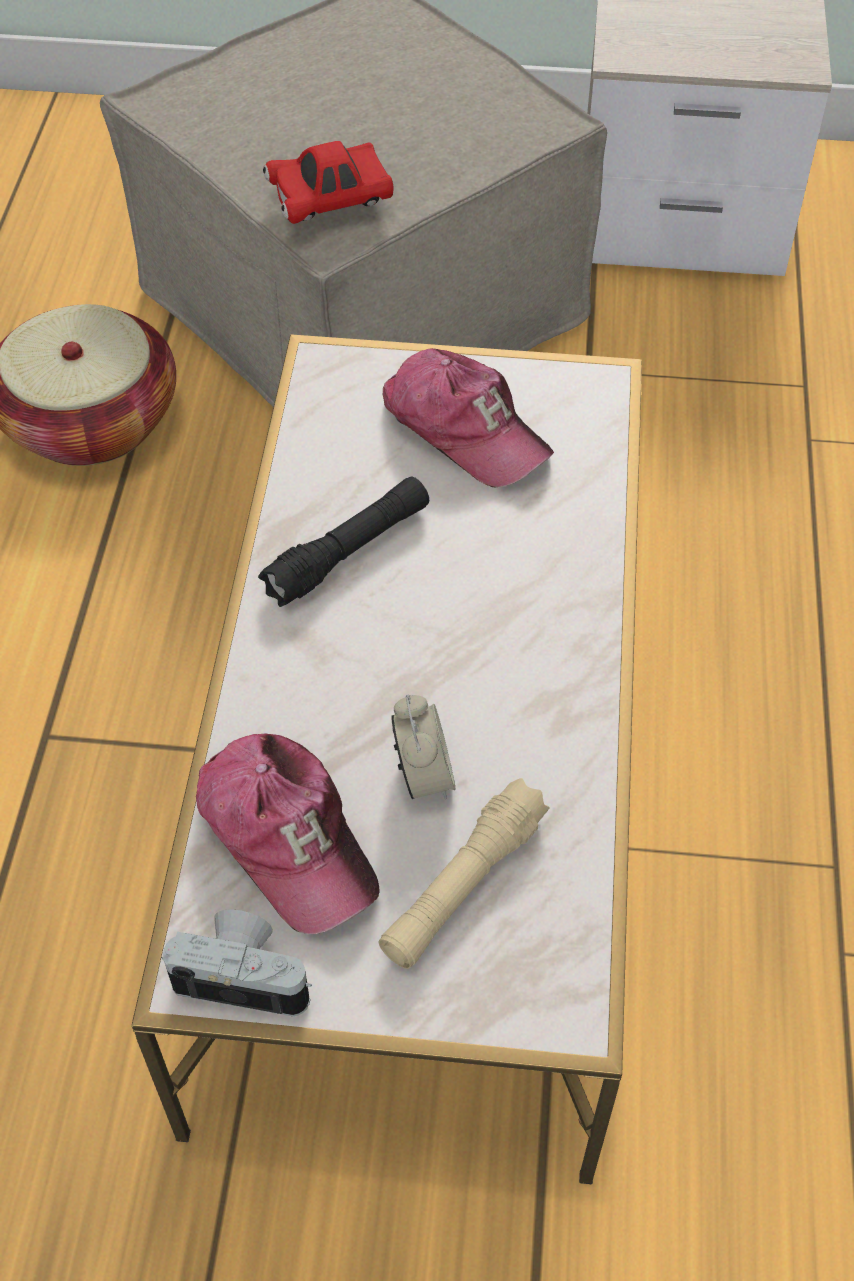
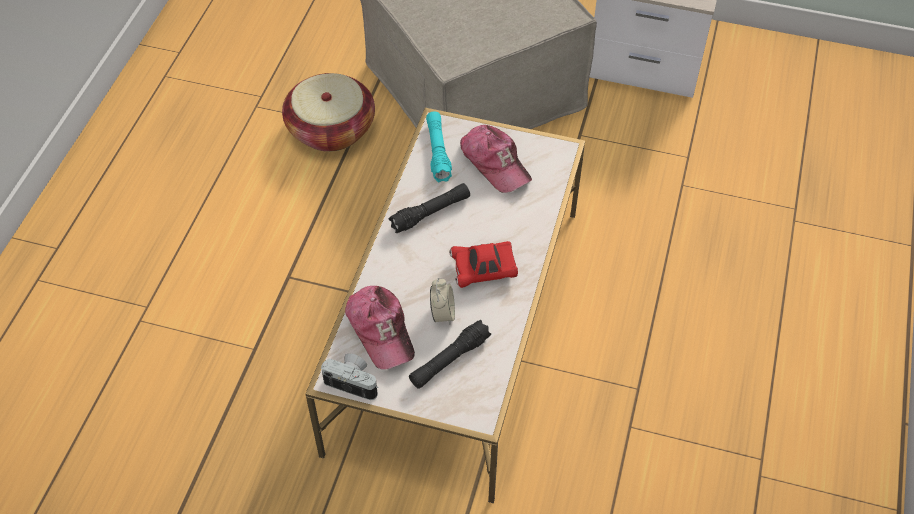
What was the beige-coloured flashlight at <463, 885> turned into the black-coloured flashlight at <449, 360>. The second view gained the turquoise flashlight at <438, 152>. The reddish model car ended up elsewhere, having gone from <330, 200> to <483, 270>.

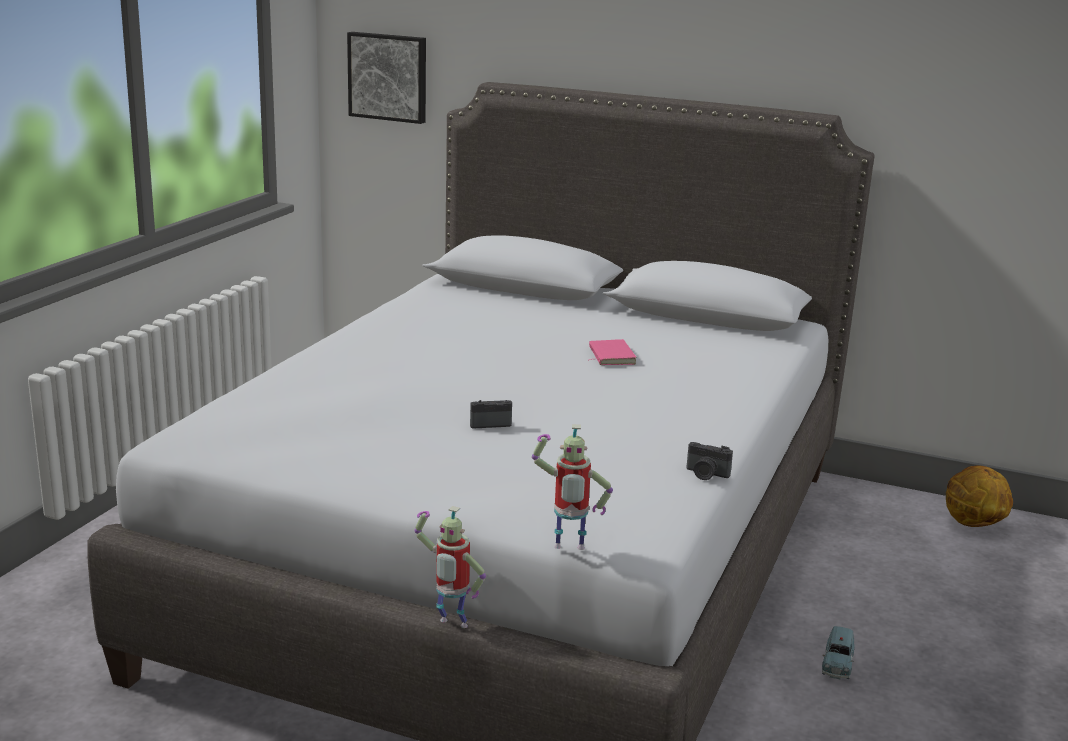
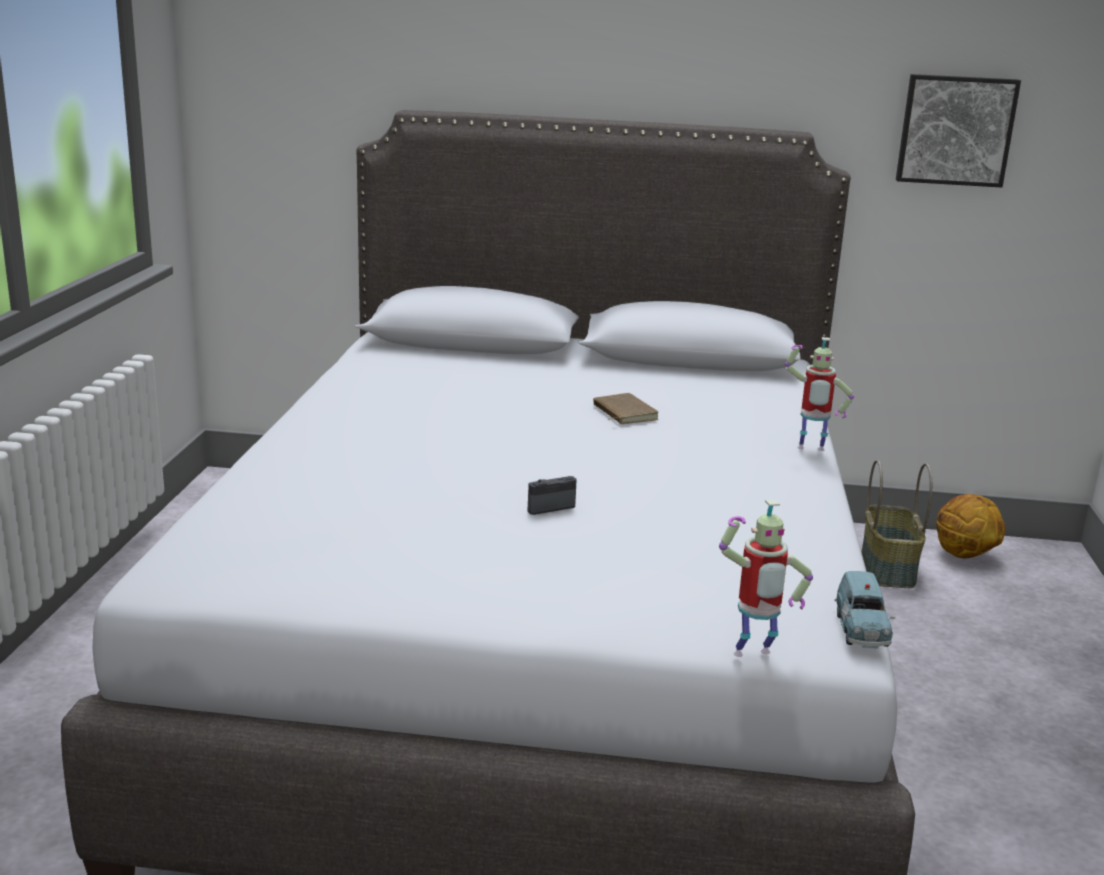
What was the pink bound book at <609, 356> turned into the brownish bound book at <622, 413>. The model robot ended up elsewhere, having gone from <450, 625> to <810, 450>. The bluish model car ended up elsewhere, having gone from <837, 666> to <861, 630>. The second view gained the basket at <889, 569>. The wall art ended up elsewhere, having gone from <388, 77> to <955, 130>. The second view lost the photo camera at <706, 474>.

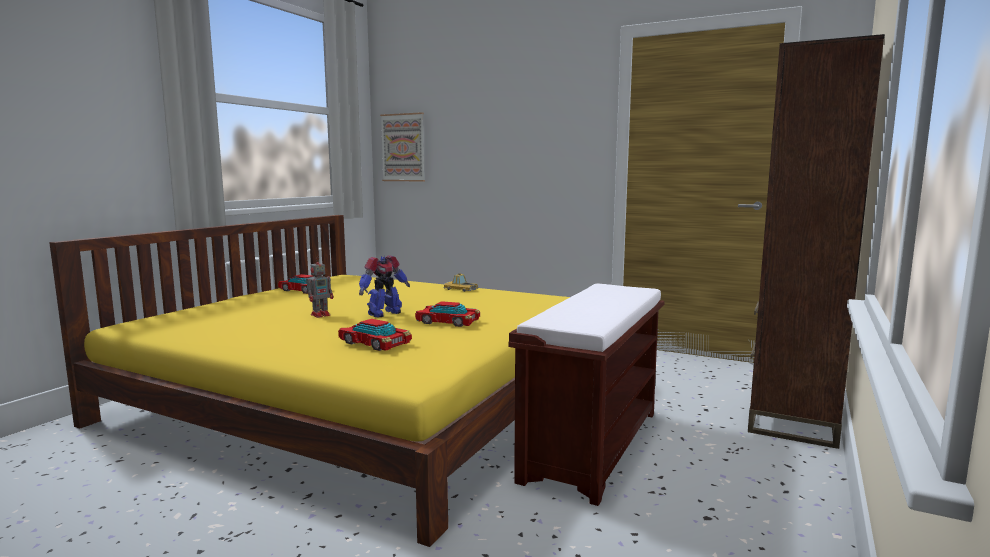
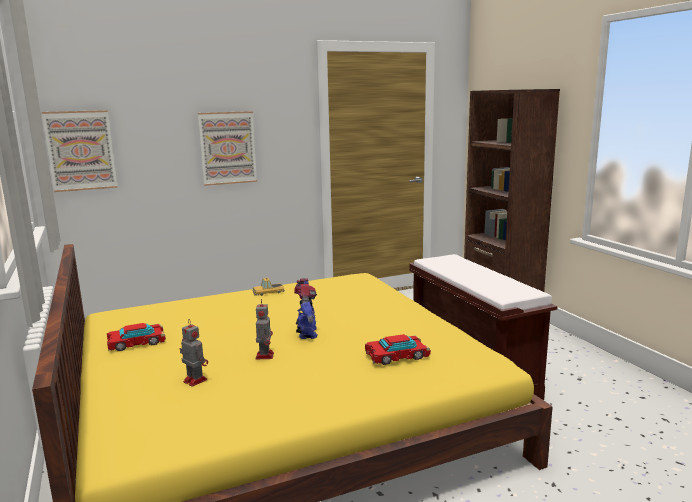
The second view gained the model robot at <194, 380>. The second view gained the wall art at <228, 148>. The second view lost the model car at <448, 321>.

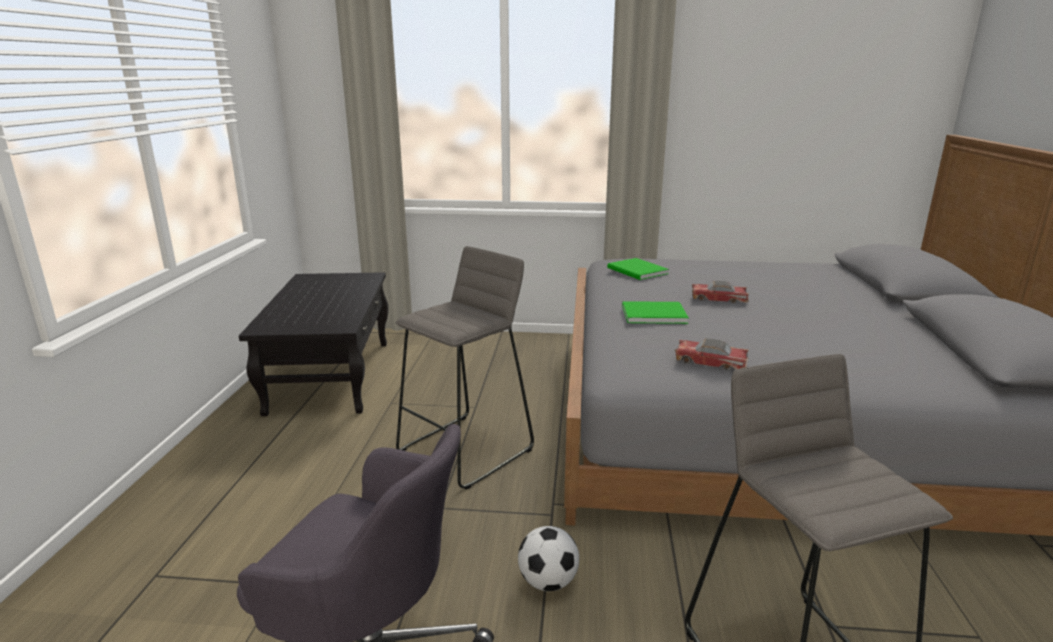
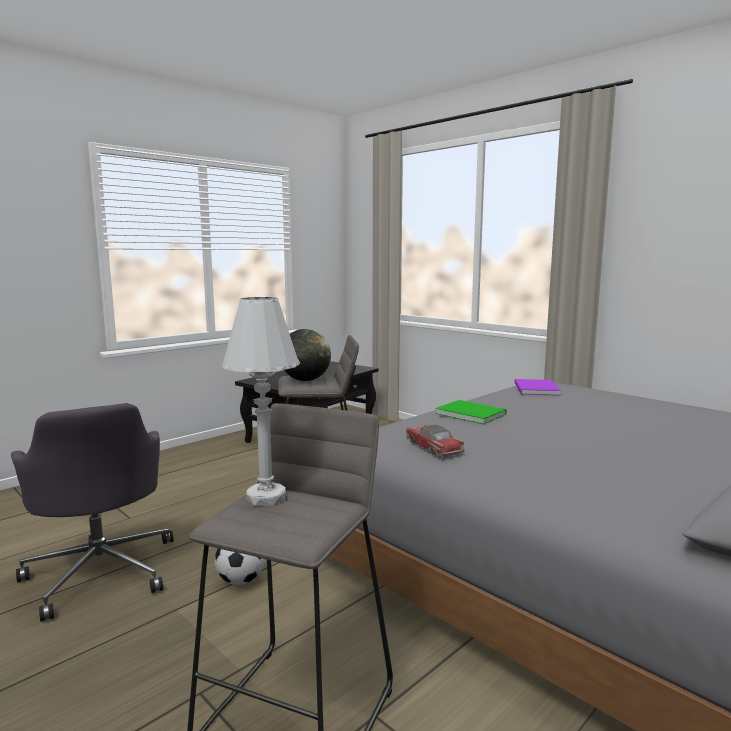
The second view gained the white table lamp at <266, 497>. The second view gained the desk globe at <305, 380>. What was the greenish bound book at <637, 271> turned into the purple bound book at <535, 389>. The second view lost the model car at <718, 299>.

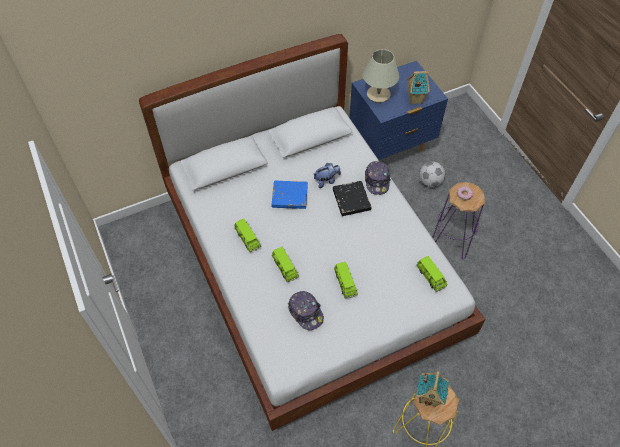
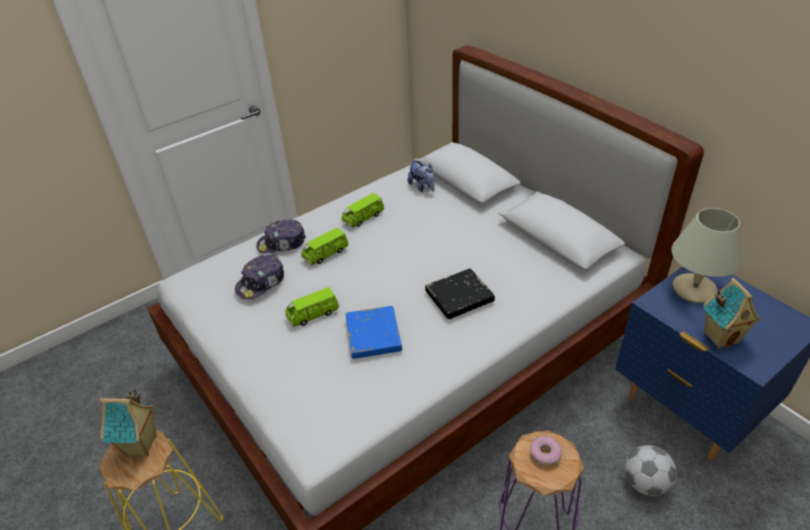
The baseball cap ended up elsewhere, having gone from <377, 181> to <282, 243>. The bluish bound book ended up elsewhere, having gone from <289, 196> to <373, 335>. The soft toy ended up elsewhere, having gone from <326, 181> to <422, 187>. The second view lost the greenish model car at <431, 277>.

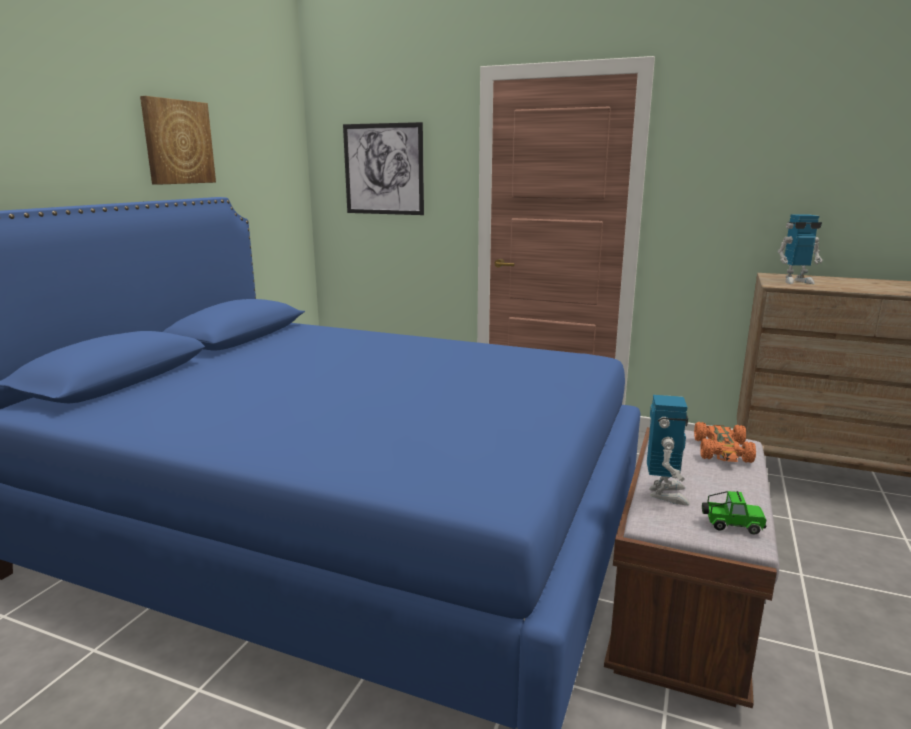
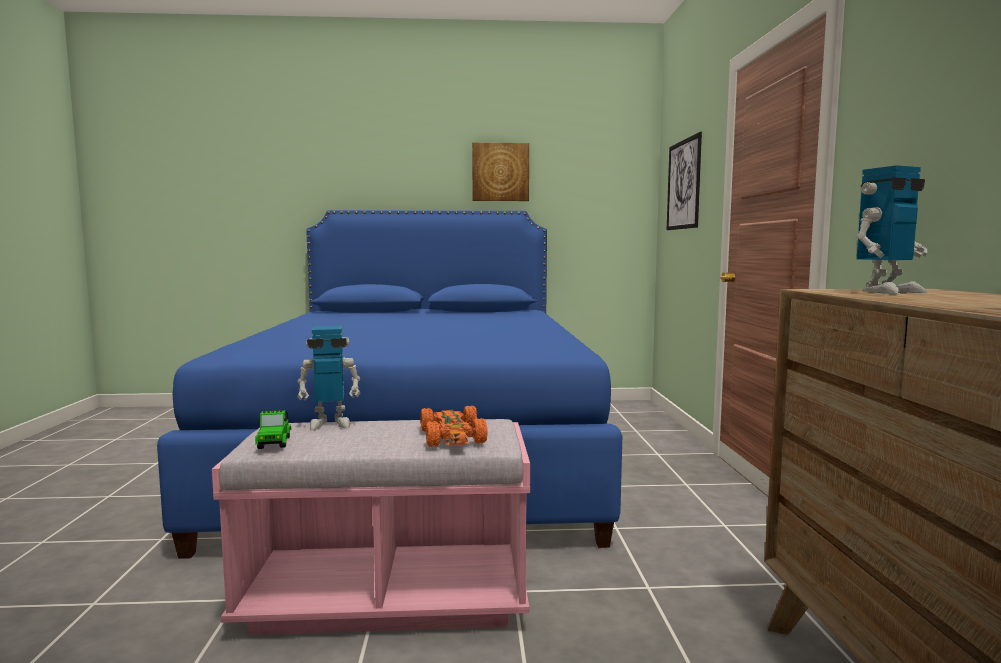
What was the brownish long seat at <680, 612> turned into the pink long seat at <387, 597>. The orangey model car at <723, 451> ended up facing another way, 90 degrees counterclockwise from before. The model robot at <795, 281> ended up facing another way, 90 degrees counterclockwise from before.

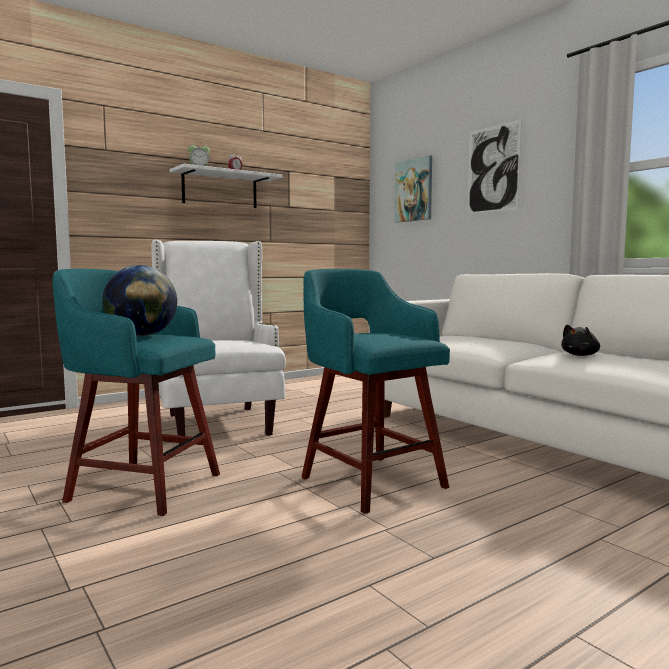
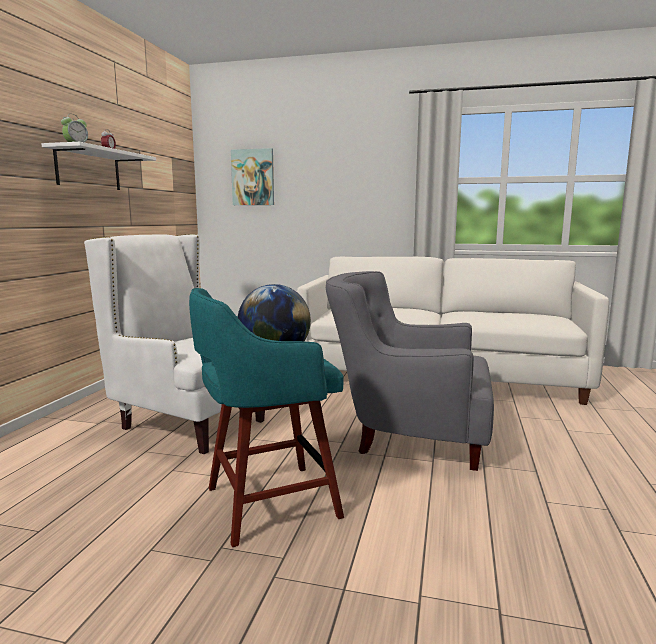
Where the turquoise sitting stool stood at <370, 481>, the grey lounge chair came to stand at <408, 435>. The second view lost the wall art at <493, 169>. The second view lost the black-coloured soft toy at <581, 355>.

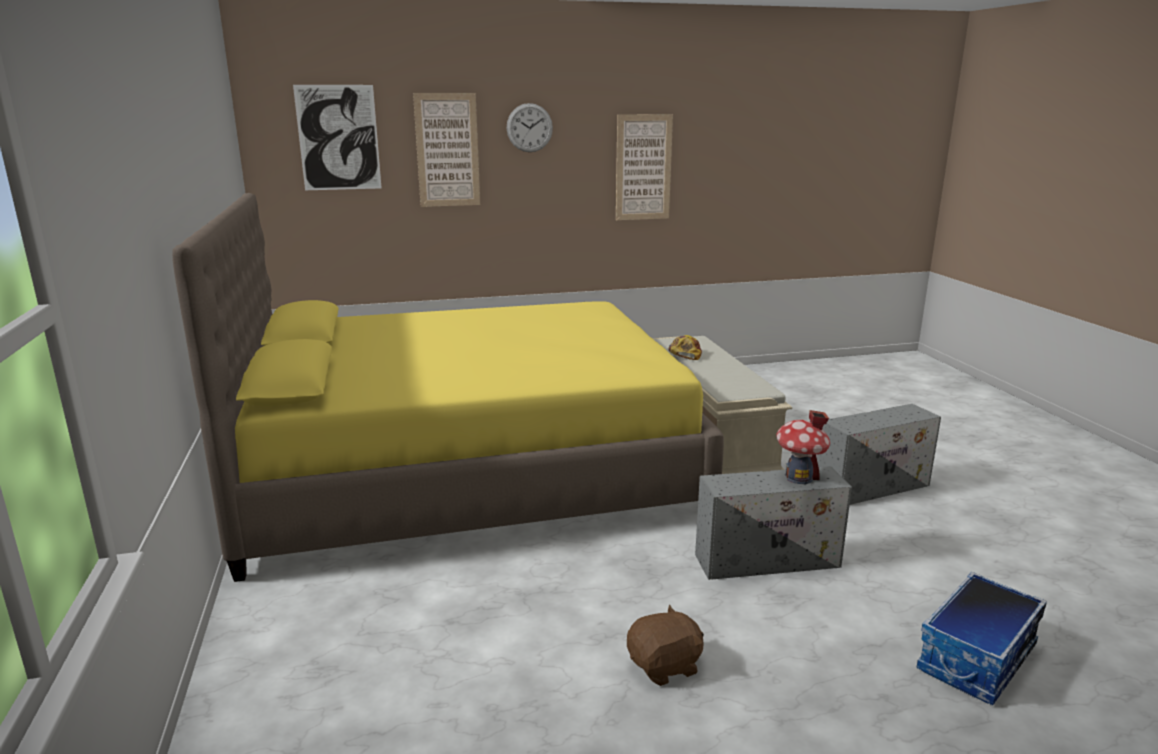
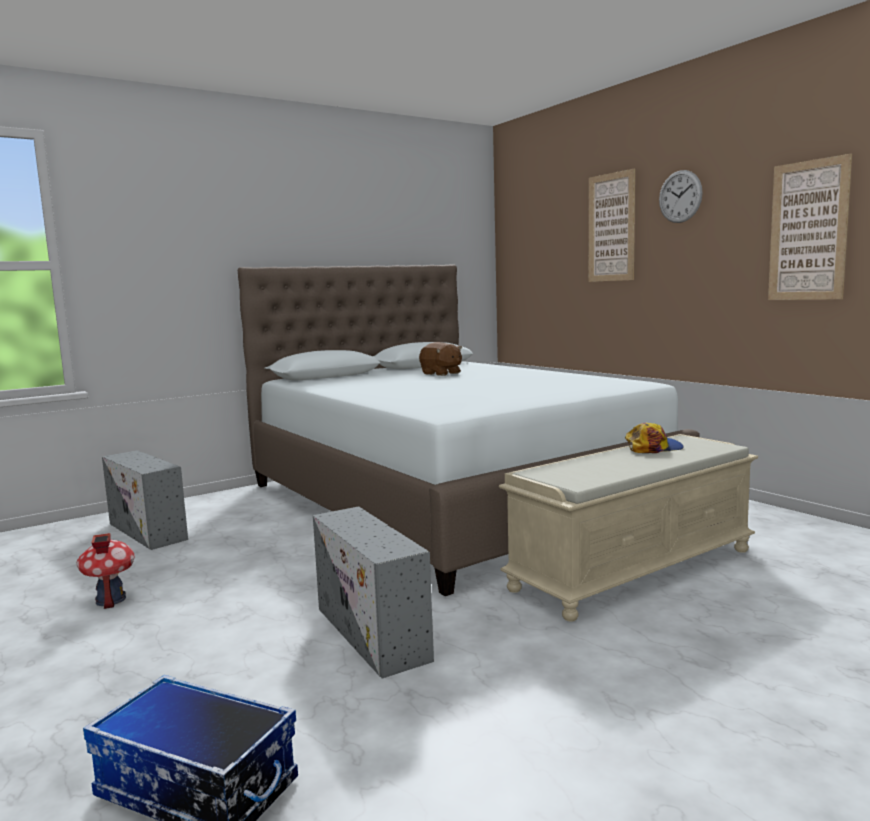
The miniature house ended up elsewhere, having gone from <799, 477> to <110, 600>. The grey storage box ended up elsewhere, having gone from <873, 487> to <148, 532>. What was the yellowish bedroom bed at <468, 469> turned into the white bedroom bed at <452, 498>. The brownish soft toy ended up elsewhere, having gone from <665, 666> to <441, 373>. The second view lost the wall art at <338, 138>.

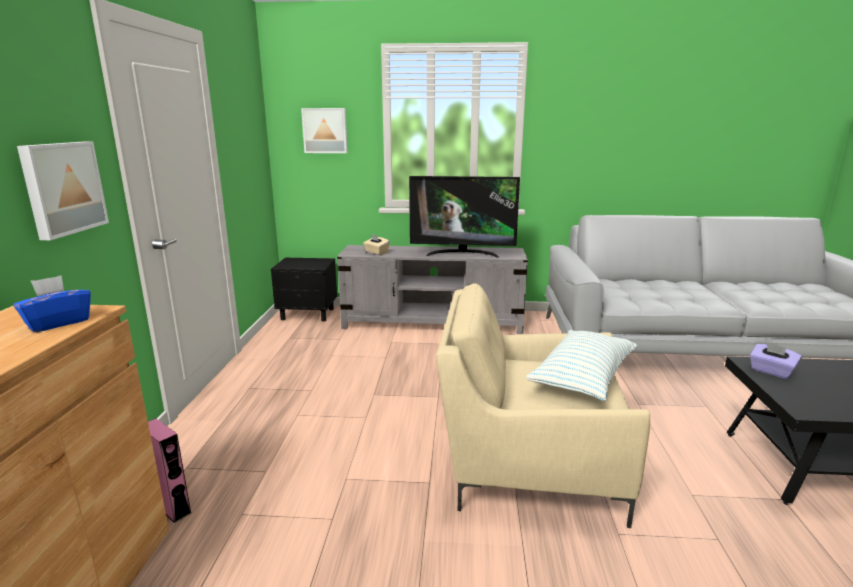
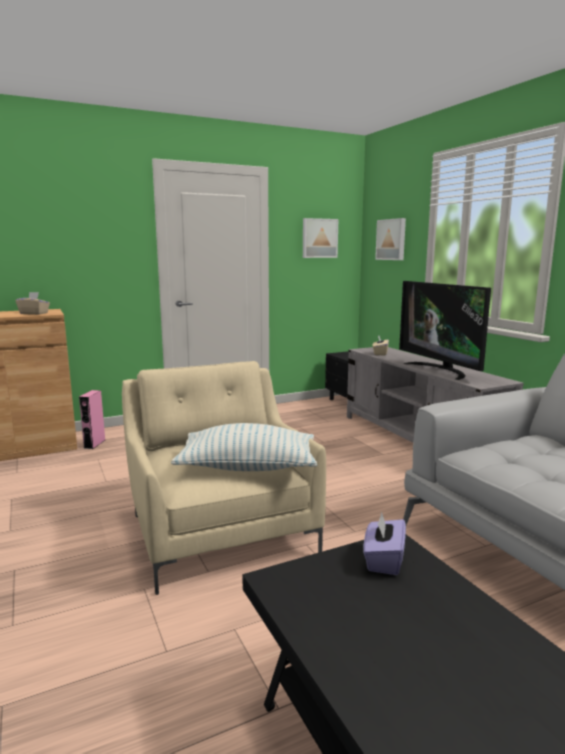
What was the bluish tissue box at <58, 323> turned into the beige-coloured tissue box at <34, 313>. The wall art ended up elsewhere, having gone from <62, 188> to <319, 238>.

